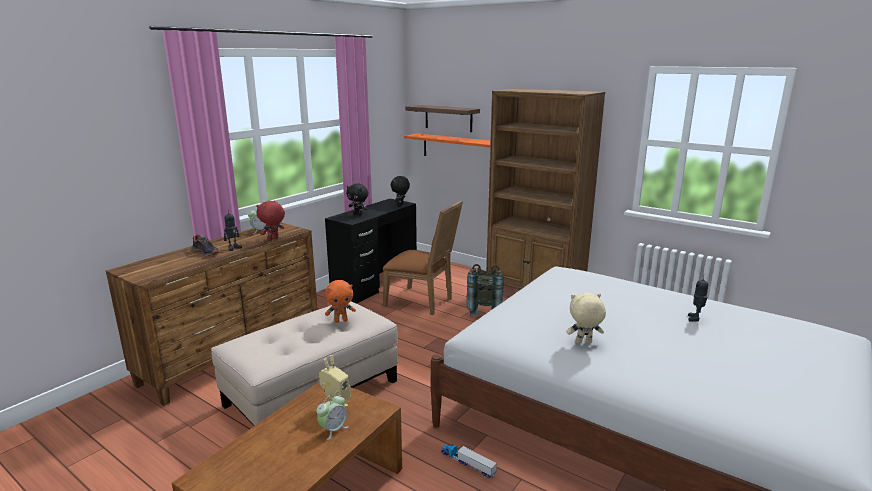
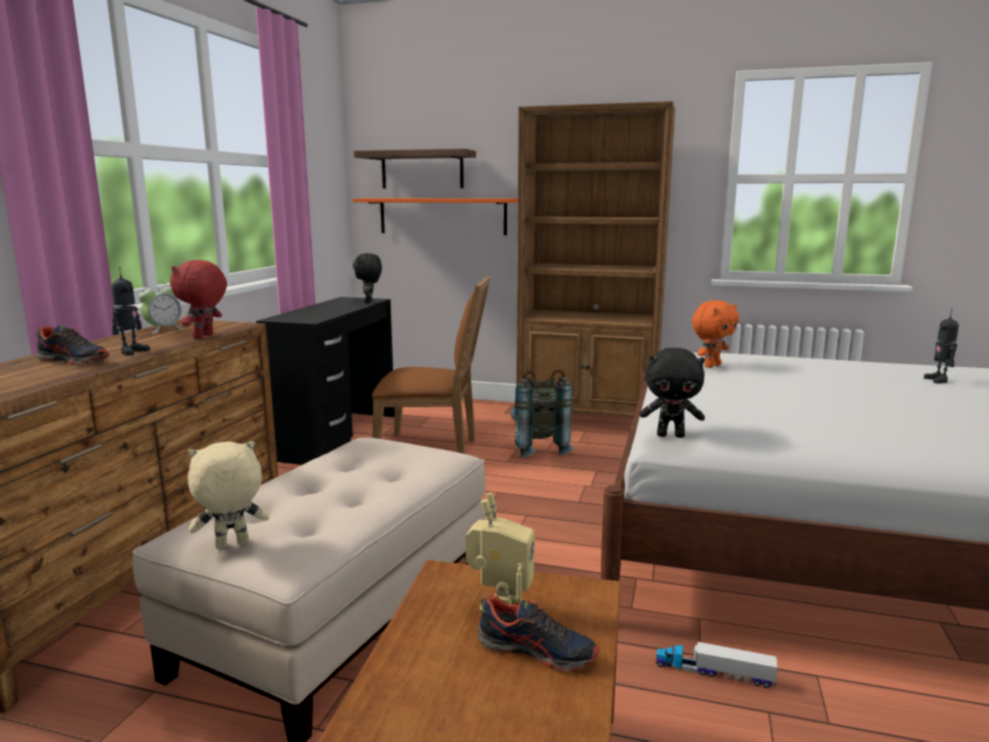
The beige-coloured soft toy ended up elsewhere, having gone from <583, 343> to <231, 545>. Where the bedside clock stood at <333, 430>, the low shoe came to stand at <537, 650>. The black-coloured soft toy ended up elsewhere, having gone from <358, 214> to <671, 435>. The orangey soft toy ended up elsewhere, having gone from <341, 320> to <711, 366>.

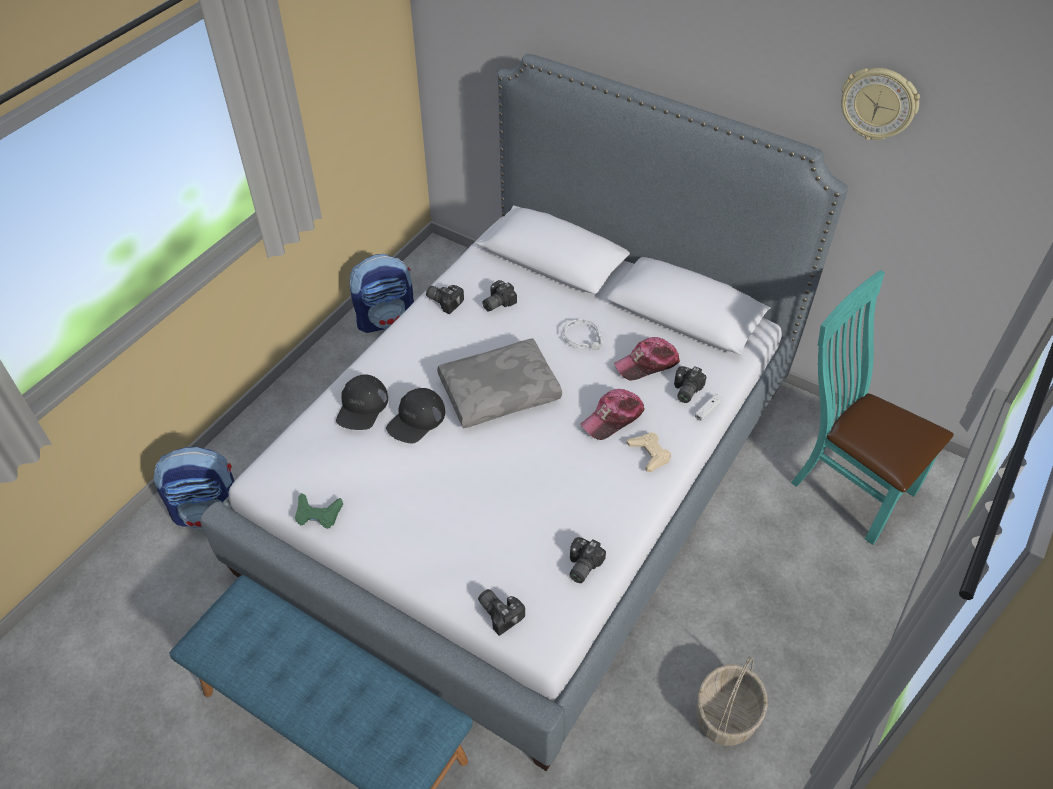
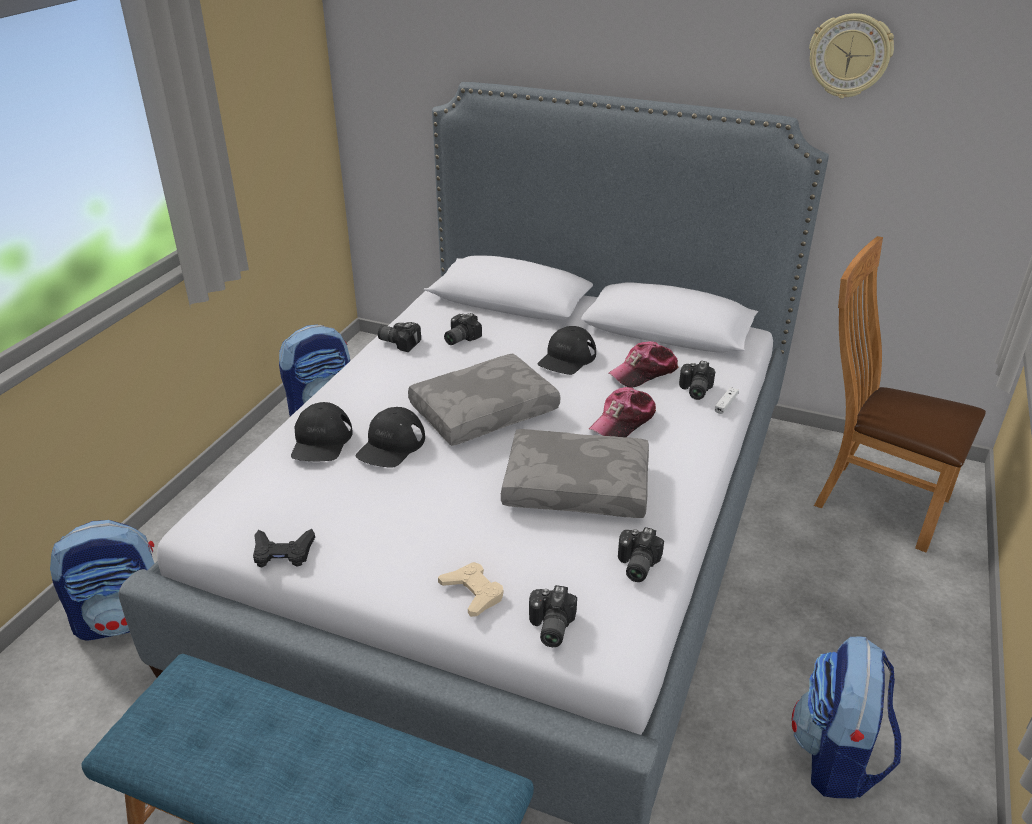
What was the greenish game controller at <318, 514> turned into the black-coloured game controller at <283, 552>. The beige-coloured game controller ended up elsewhere, having gone from <649, 454> to <473, 593>. The second view gained the grey pillow at <577, 486>. The photo camera at <500, 612> ended up facing another way, 120 degrees counterclockwise from before. Where the grey headset stood at <585, 338>, the black-coloured baseball cap came to stand at <567, 358>. Where the basket stood at <726, 716>, the rucksack came to stand at <836, 757>. What was the turquoise chair at <846, 484> turned into the brownish chair at <872, 500>.

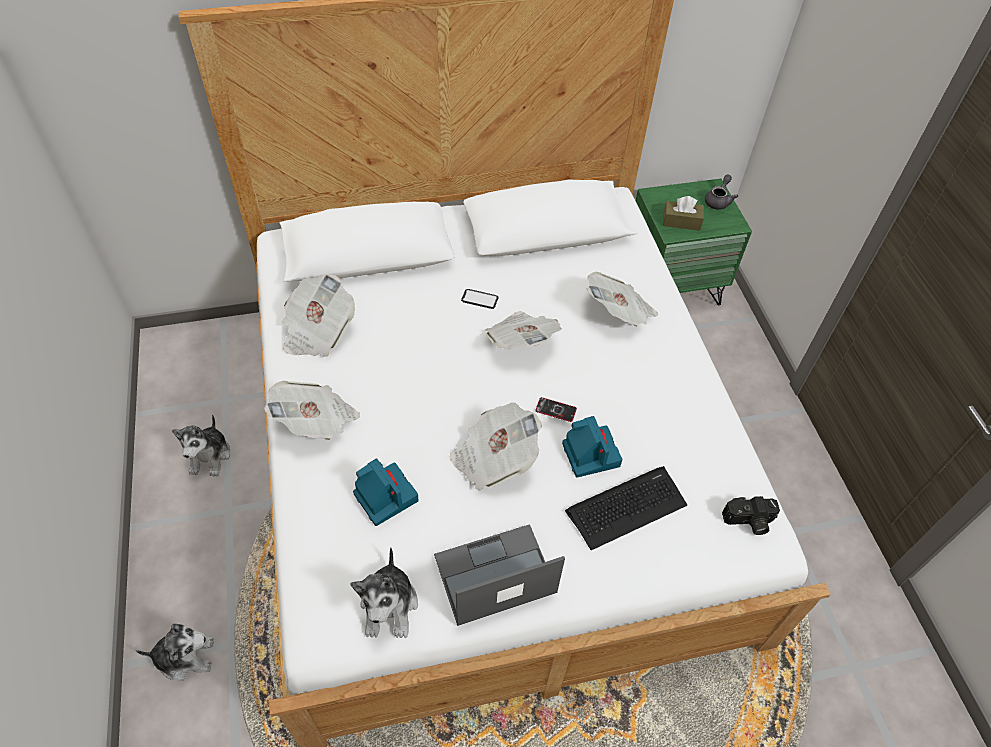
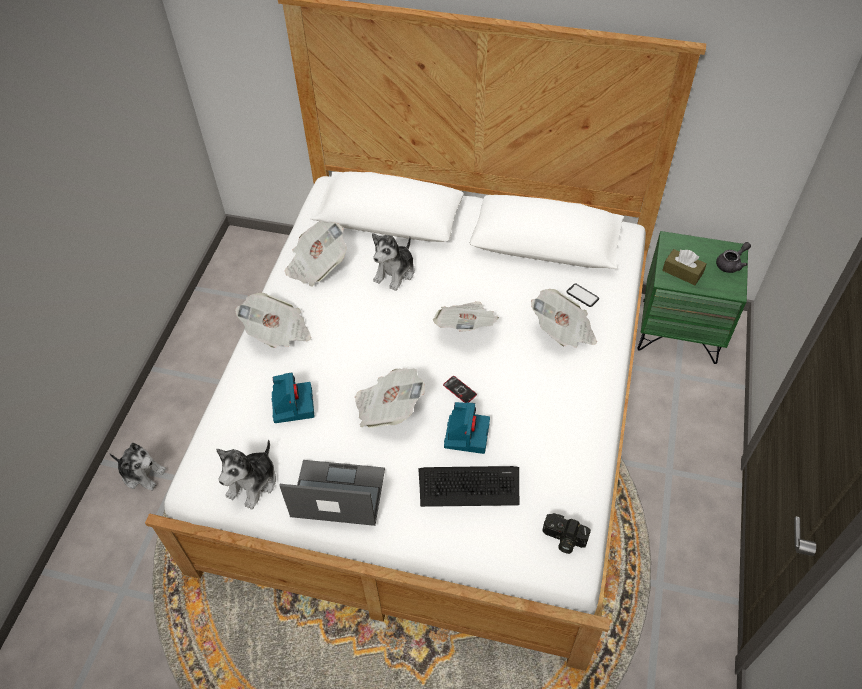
The soft toy ended up elsewhere, having gone from <210, 456> to <395, 272>. The handset ended up elsewhere, having gone from <479, 299> to <582, 295>.

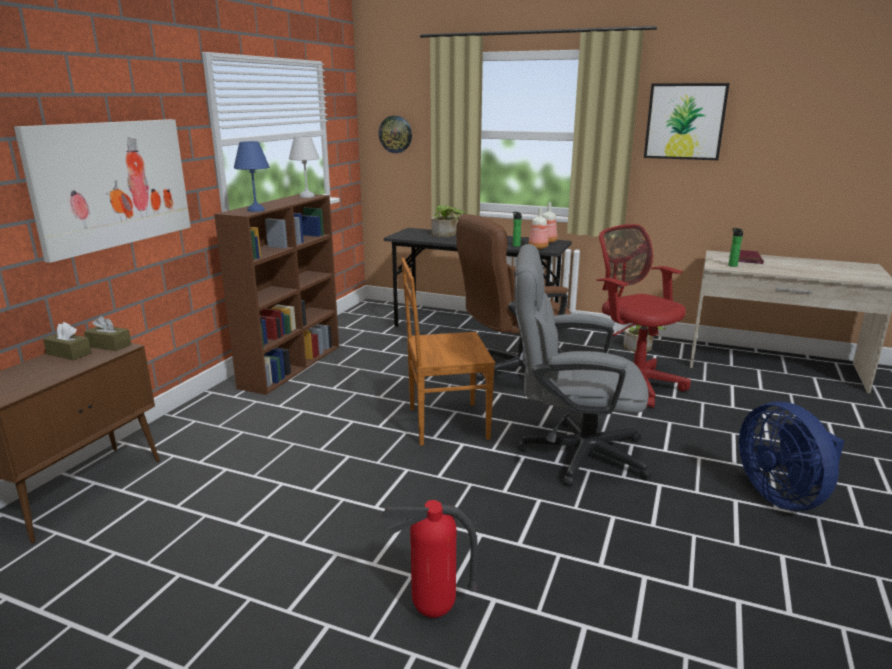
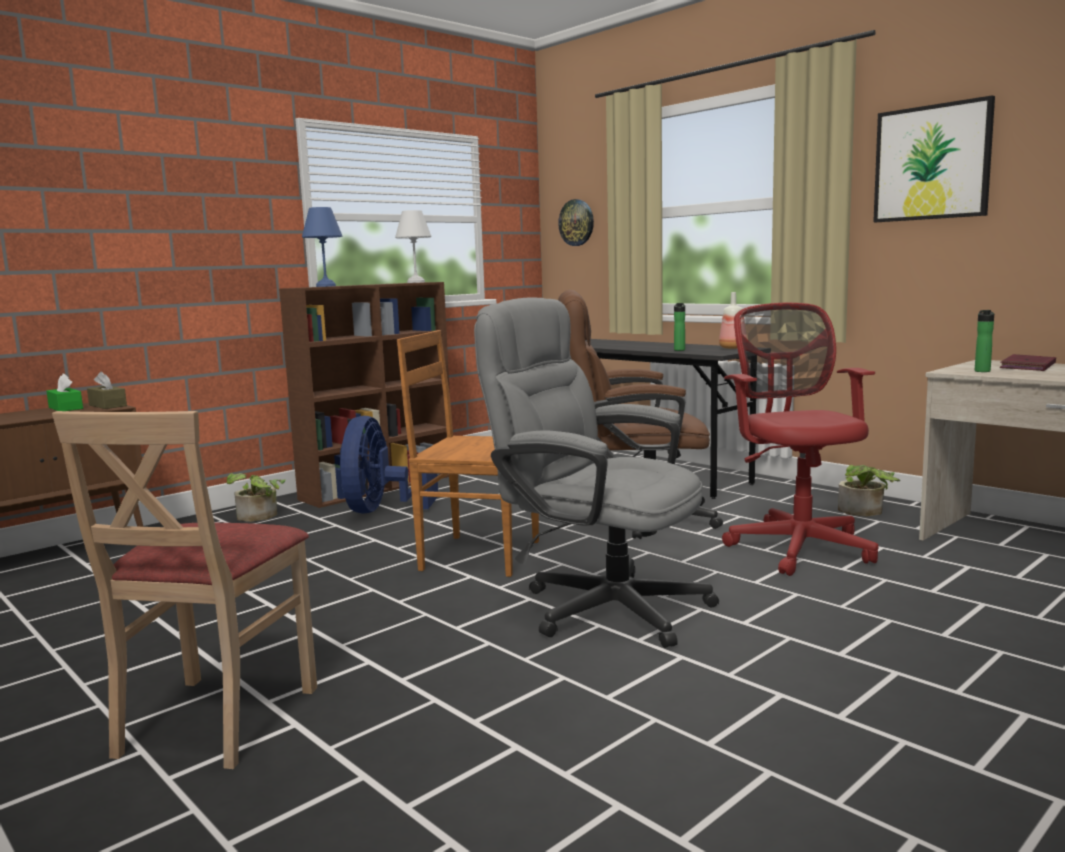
What was the brownish tissue box at <69, 353> turned into the greenish tissue box at <65, 408>. Where the fire-fighting cylinder stood at <433, 612>, the beige-coloured chair came to stand at <215, 719>. The plant in a pot ended up elsewhere, having gone from <446, 234> to <258, 517>. The bluish fan ended up elsewhere, having gone from <783, 496> to <381, 510>. The second view lost the wall art at <112, 184>. The second view lost the drink bottle at <538, 247>.

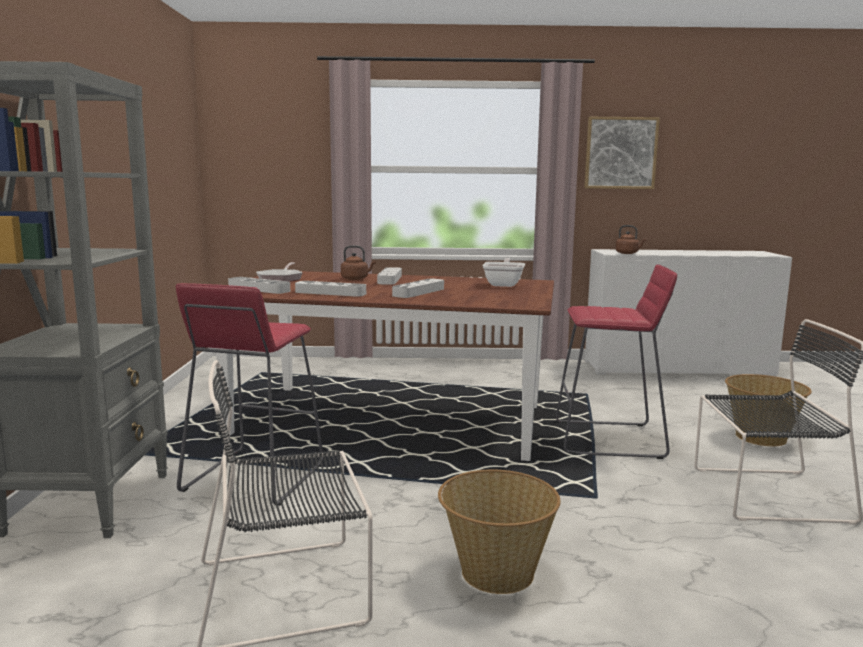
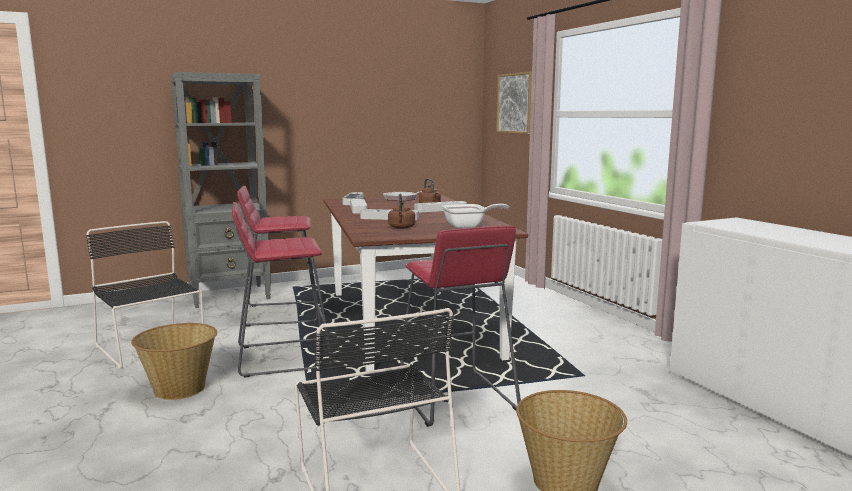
The second view gained the reddish sitting stool at <282, 357>. The brownish tea kettle ended up elsewhere, having gone from <628, 253> to <401, 227>. The wall art ended up elsewhere, having gone from <620, 153> to <515, 103>.

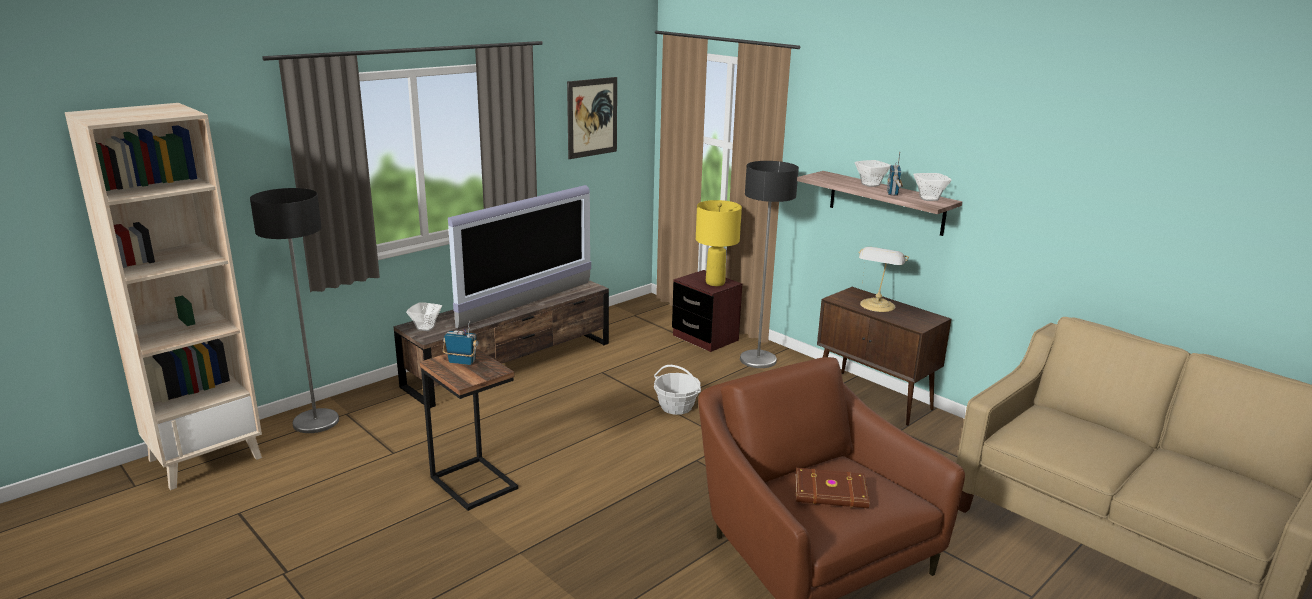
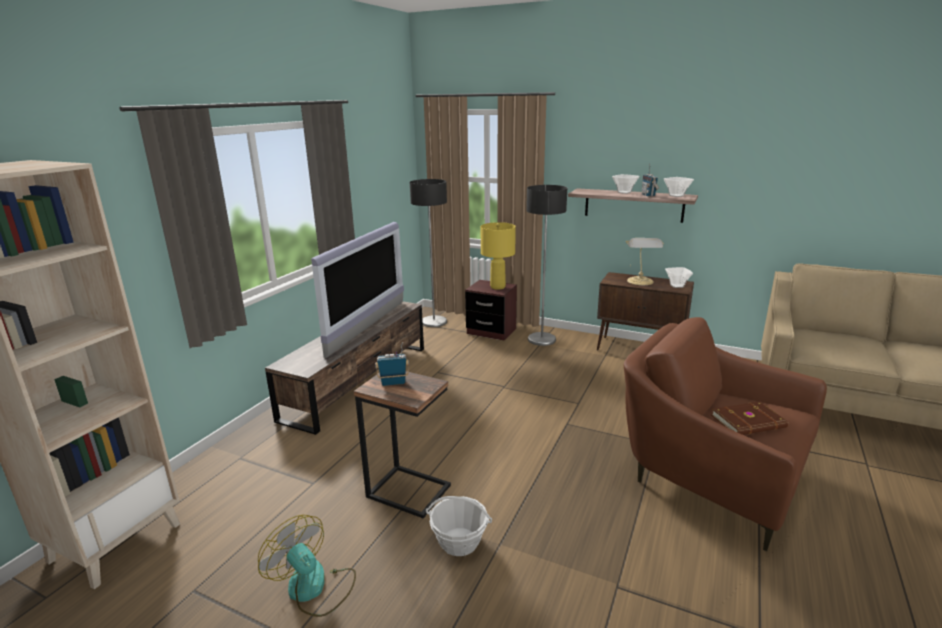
The second view gained the fan at <314, 588>. The standing lamp ended up elsewhere, having gone from <315, 422> to <434, 322>. The basket ended up elsewhere, having gone from <676, 407> to <459, 542>. The serving bowl ended up elsewhere, having gone from <426, 328> to <677, 286>. The second view lost the wall art at <592, 117>.

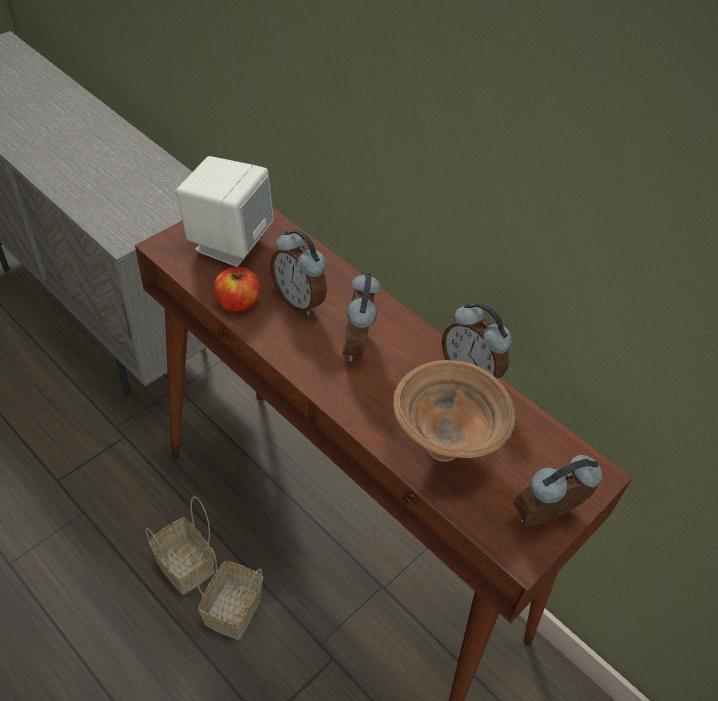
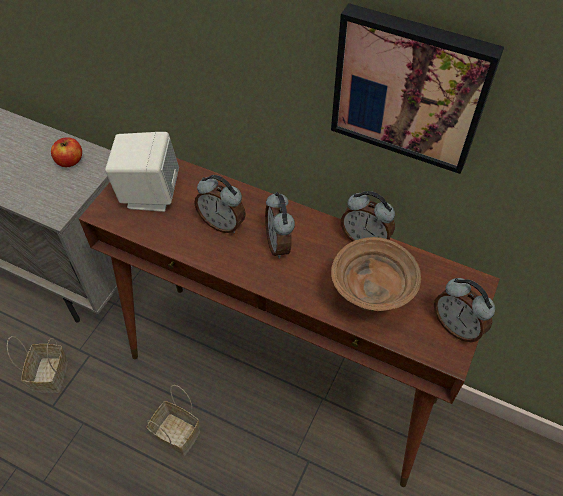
The basket ended up elsewhere, having gone from <233, 611> to <50, 376>. The whole apple ended up elsewhere, having gone from <237, 302> to <70, 161>. The second view gained the wall art at <410, 87>. The bedside clock at <546, 518> ended up facing another way, 90 degrees counterclockwise from before.

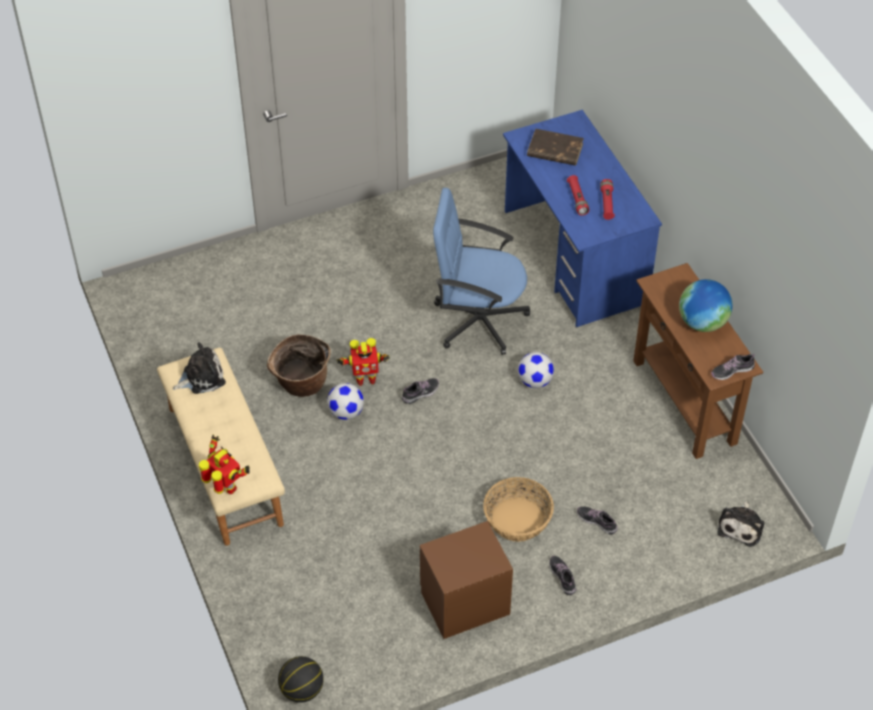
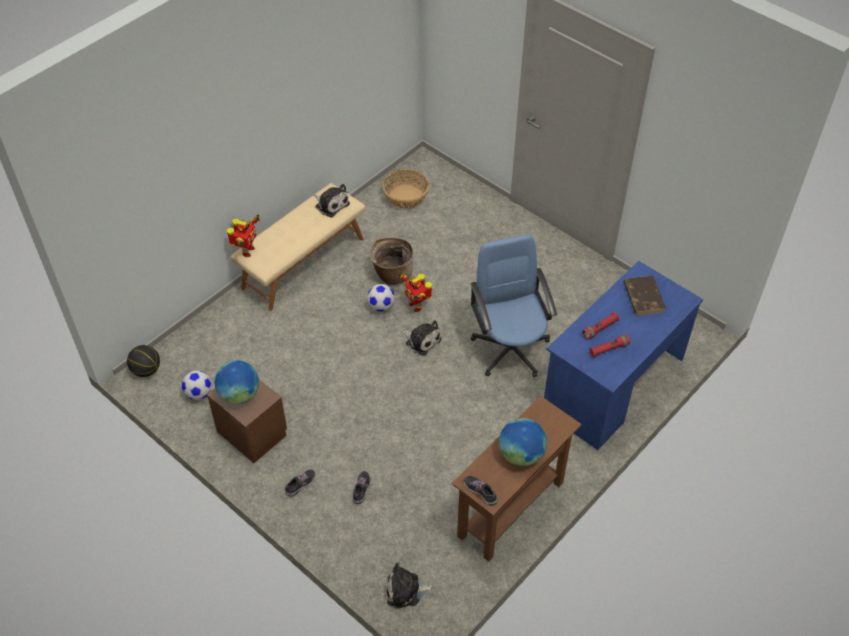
The ball for football ended up elsewhere, having gone from <534, 381> to <199, 393>. The second view gained the desk globe at <239, 395>. The basket ended up elsewhere, having gone from <517, 519> to <406, 196>. Where the low shoe stood at <420, 393>, the soft toy came to stand at <421, 340>.

